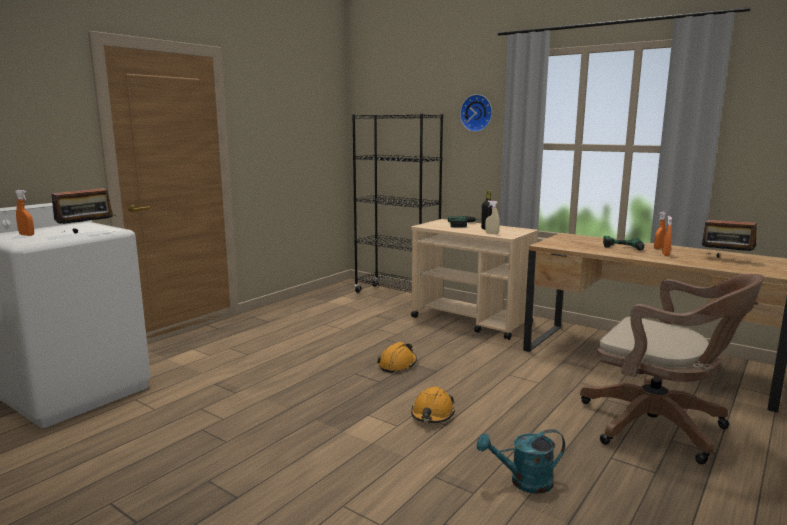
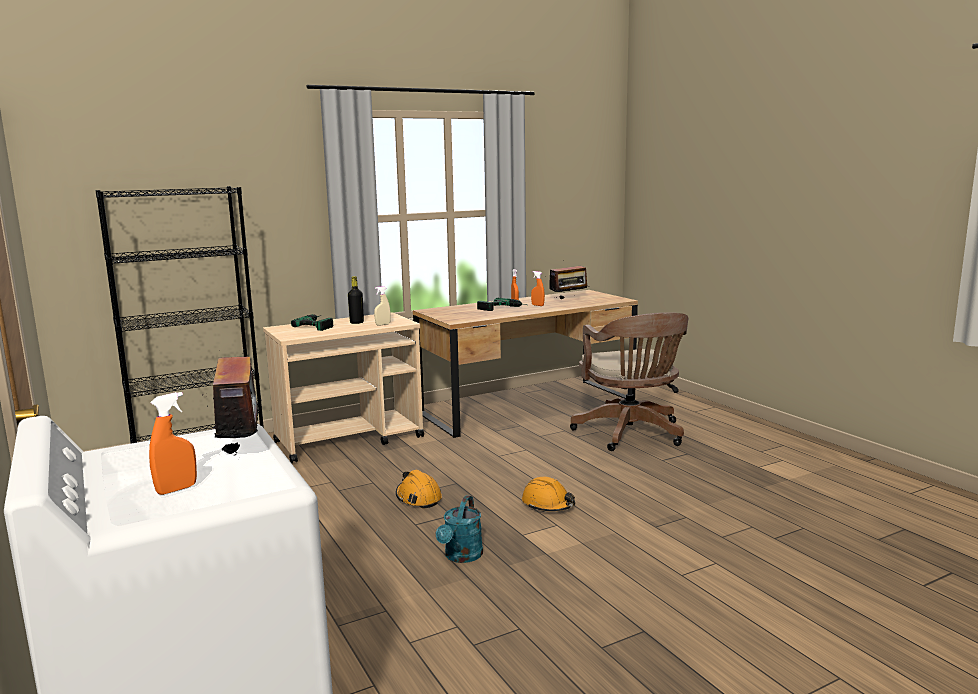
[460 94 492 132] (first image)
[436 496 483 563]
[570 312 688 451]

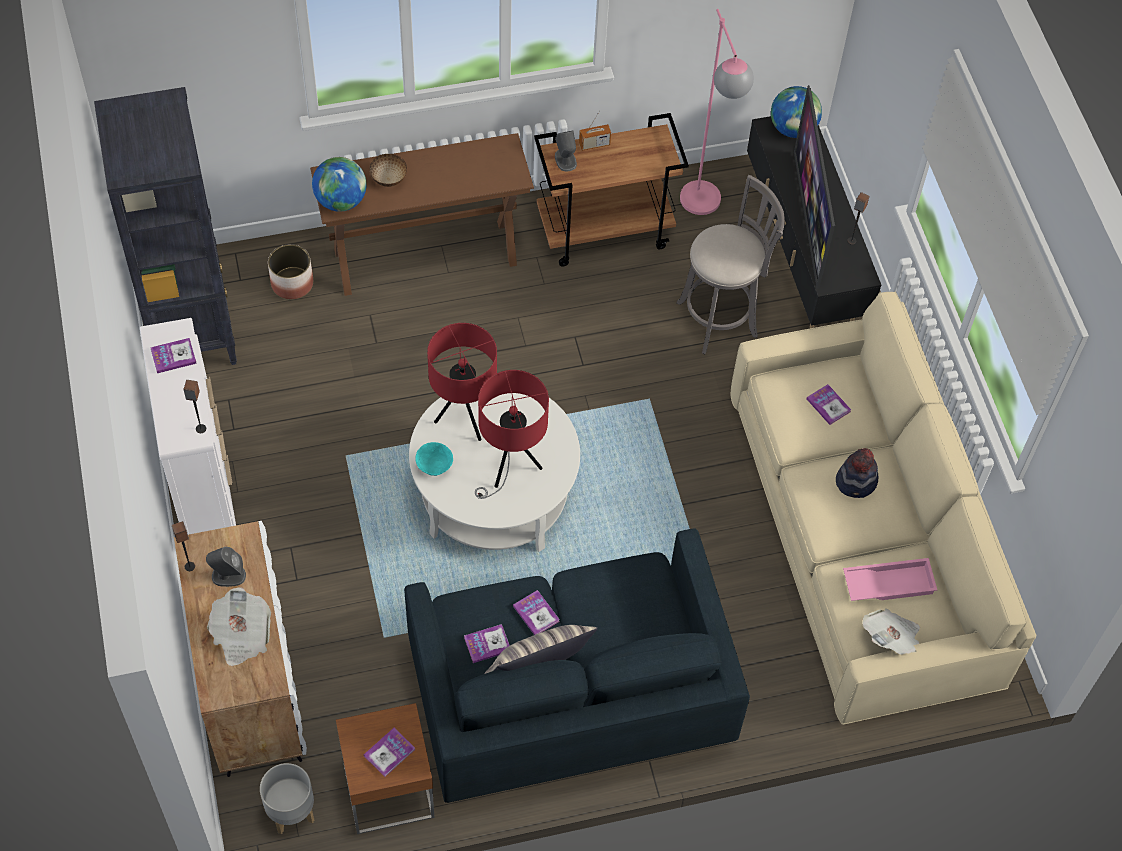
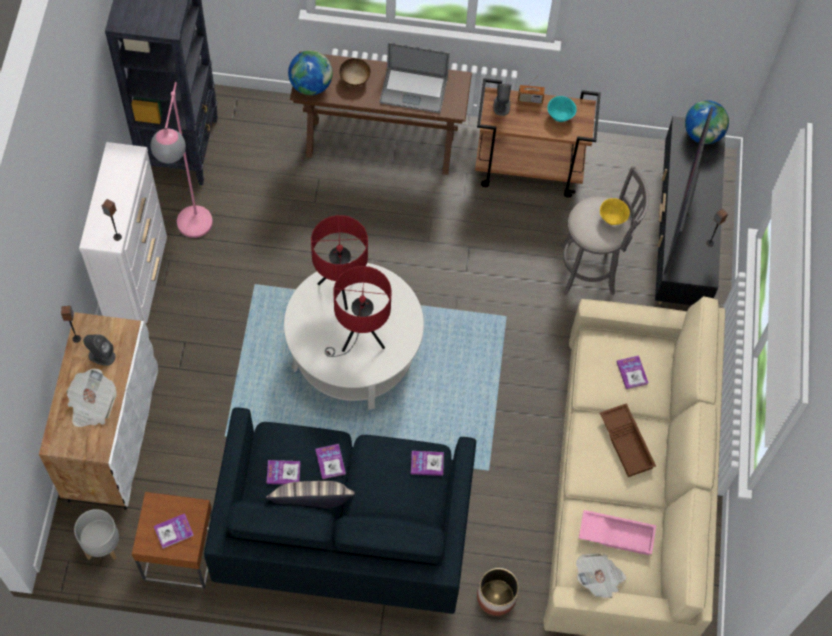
[380 42 450 113]
[600 198 630 225]
[411 451 444 476]
[477 568 519 616]
[547 96 577 122]
[150 82 213 238]
[600 403 656 477]

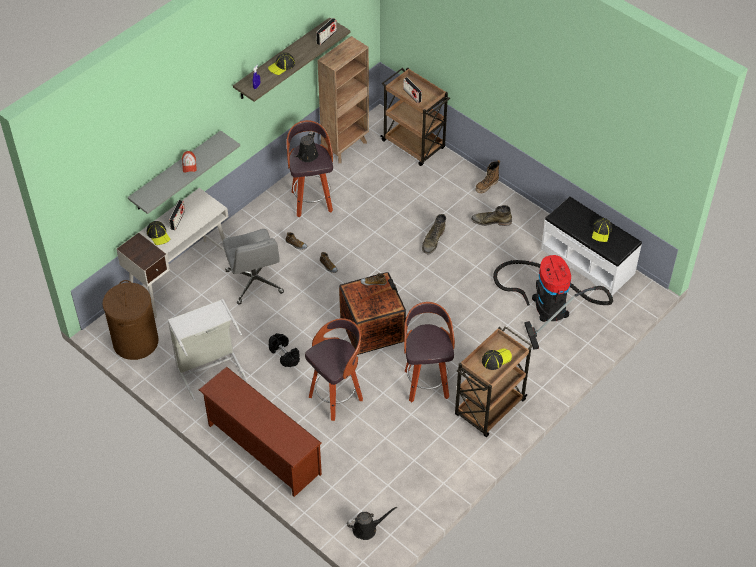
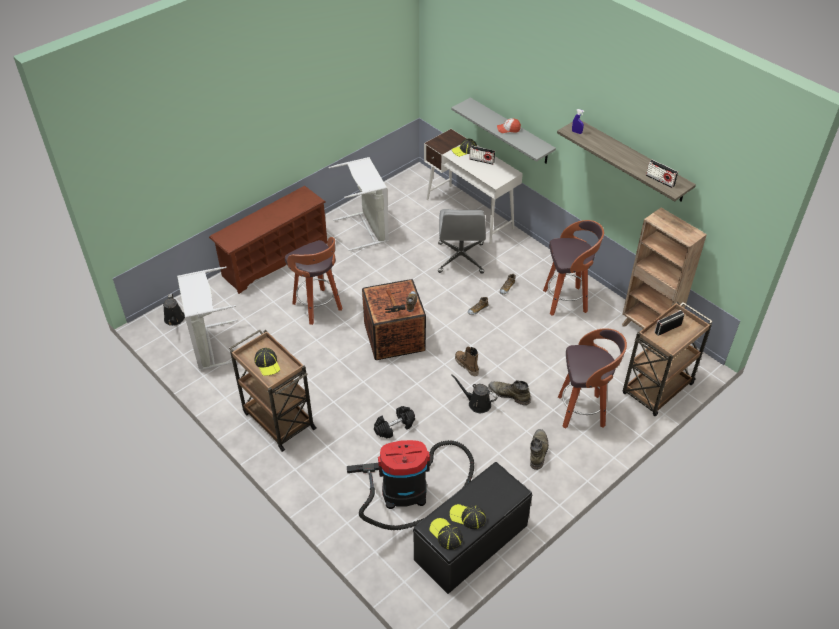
[102 280 159 360] (first image)
[177 266 238 371]
[430 518 463 550]
[374 406 415 439]
[451 375 497 413]
[558 328 627 429]
[455 346 479 376]
[413 462 532 594]
[438 209 485 274]

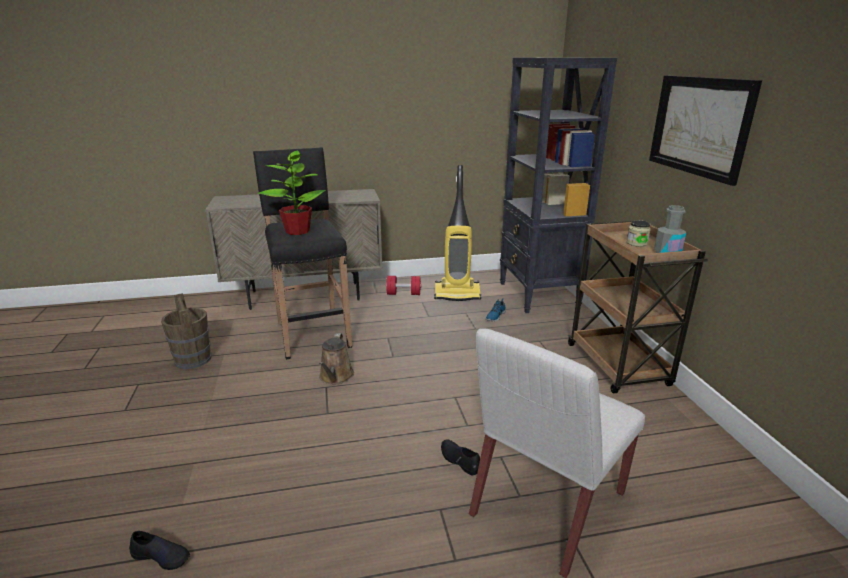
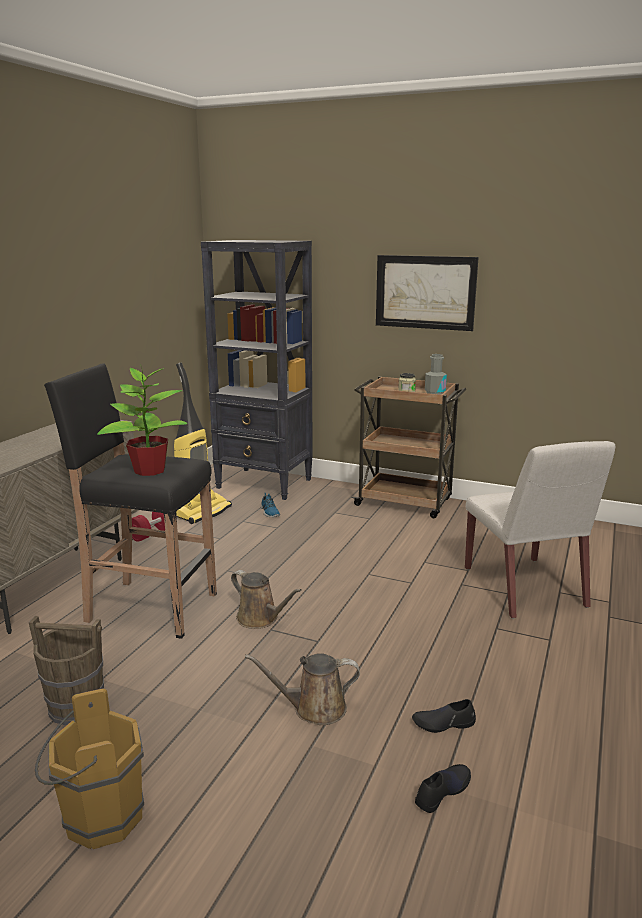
[35 689 144 849]
[245 653 360 725]
[412 699 476 733]

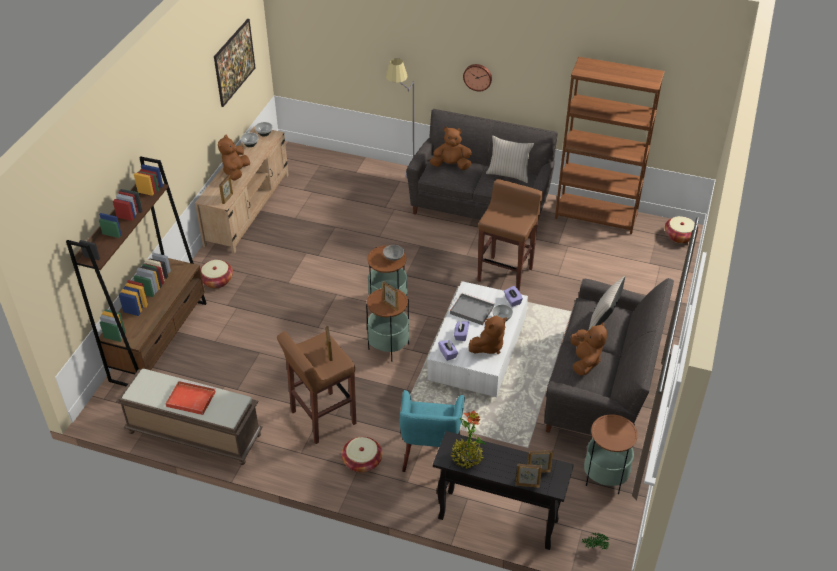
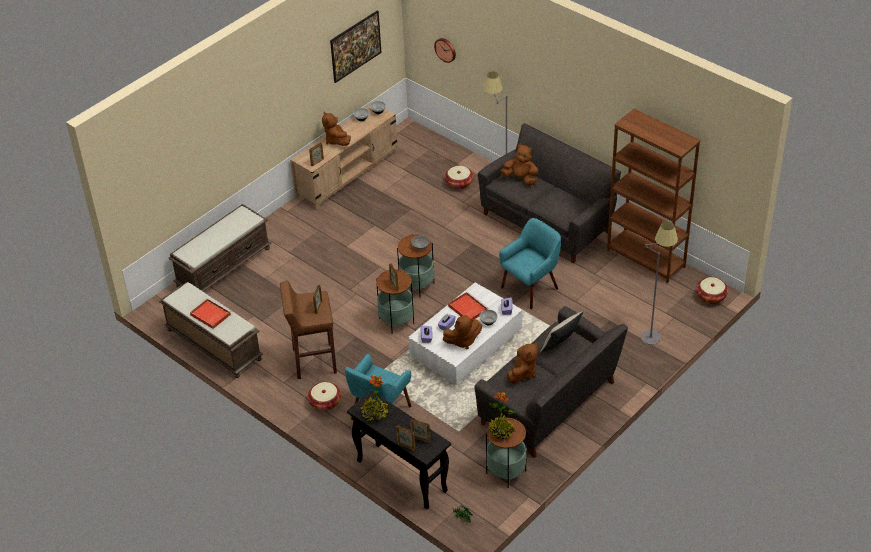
[486 135 534 183] (first image)
[488 392 517 439]
[641 221 678 345]
[445 166 474 190]
[434 38 456 63]
[169 204 271 292]
[499 218 561 309]
[448 292 488 319]
[322 111 351 146]

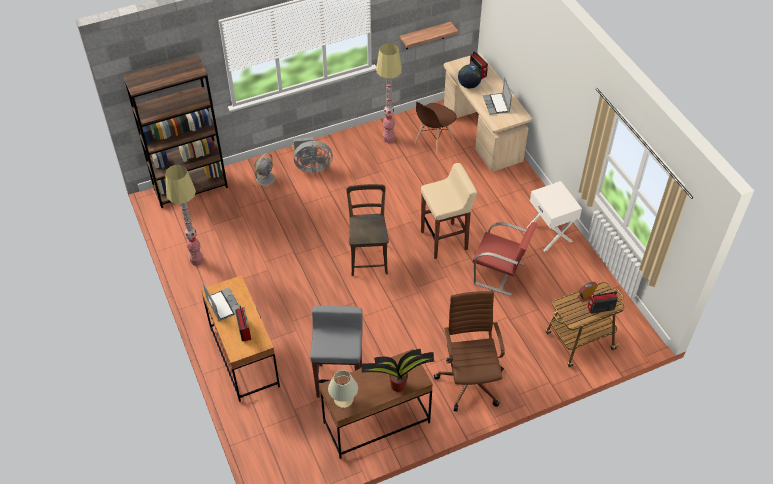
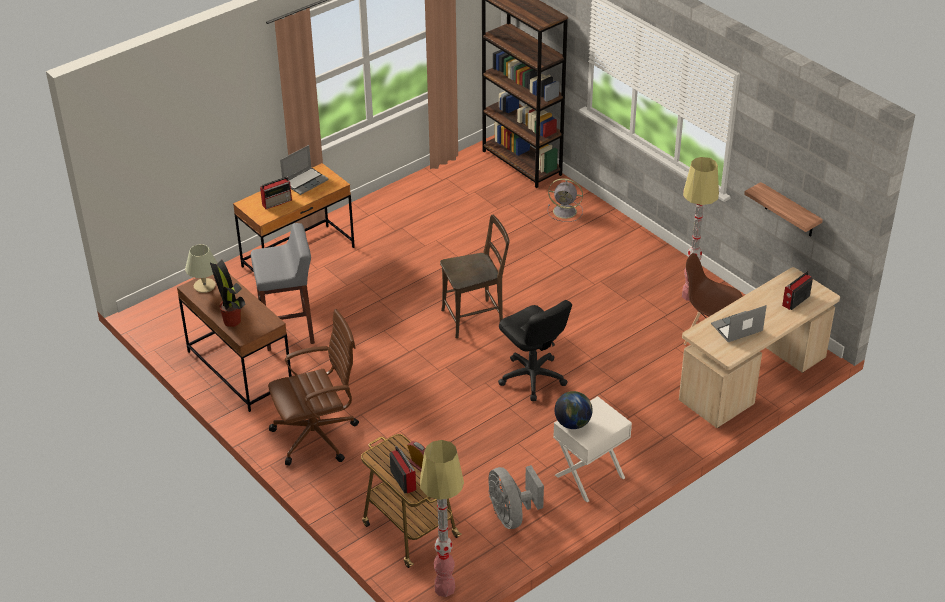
[473 222 538 296] (first image)
[420 440 464 597]
[489 465 544 529]
[555 391 593 429]
[498 300 572 401]

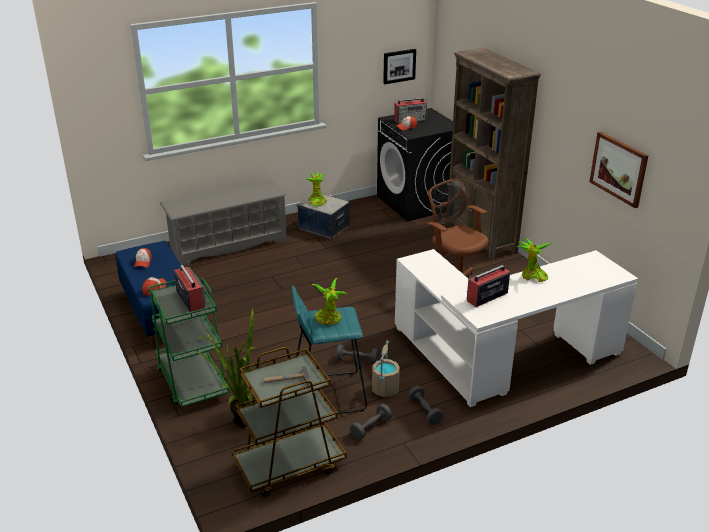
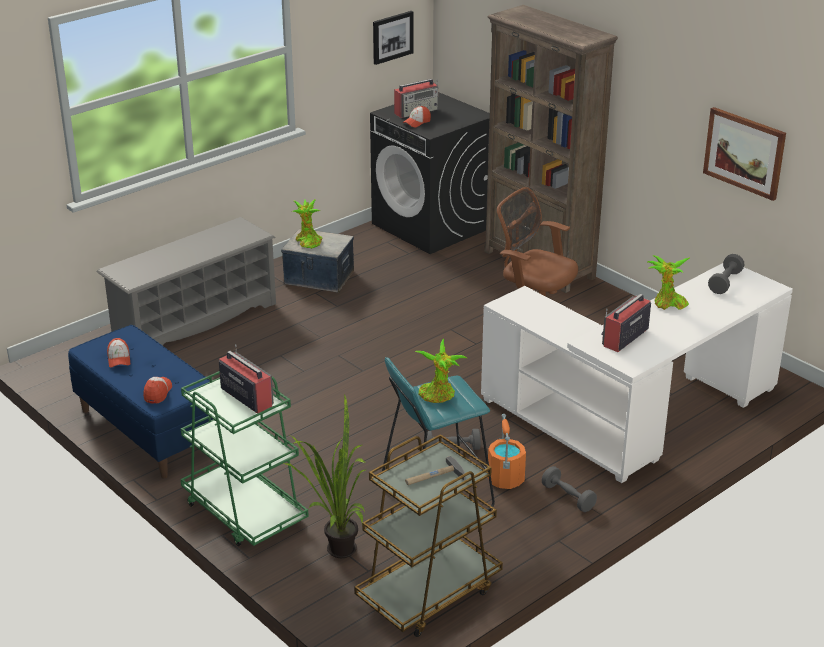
[708 254 745 294]
[487 414 526 489]

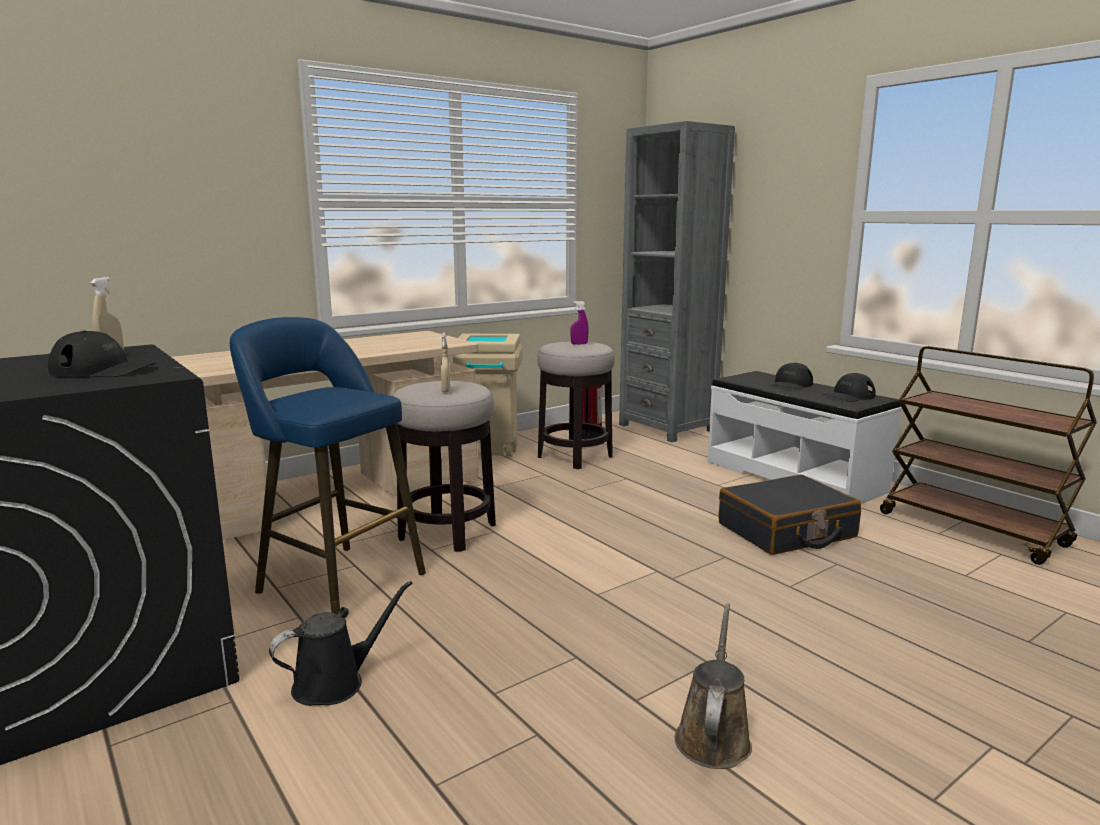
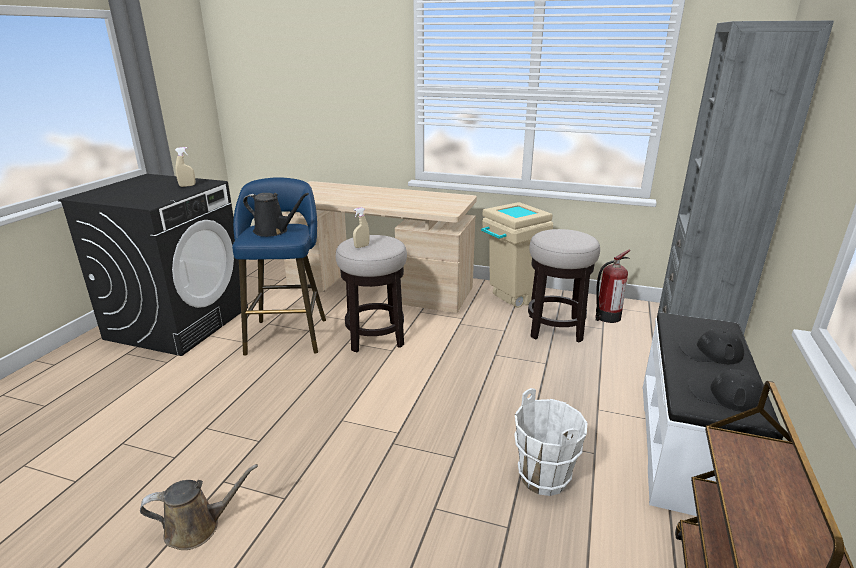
[48 331 156 377] (first image)
[570 301 589 345] (first image)
[243 193 309 237]
[514 388 587 496]

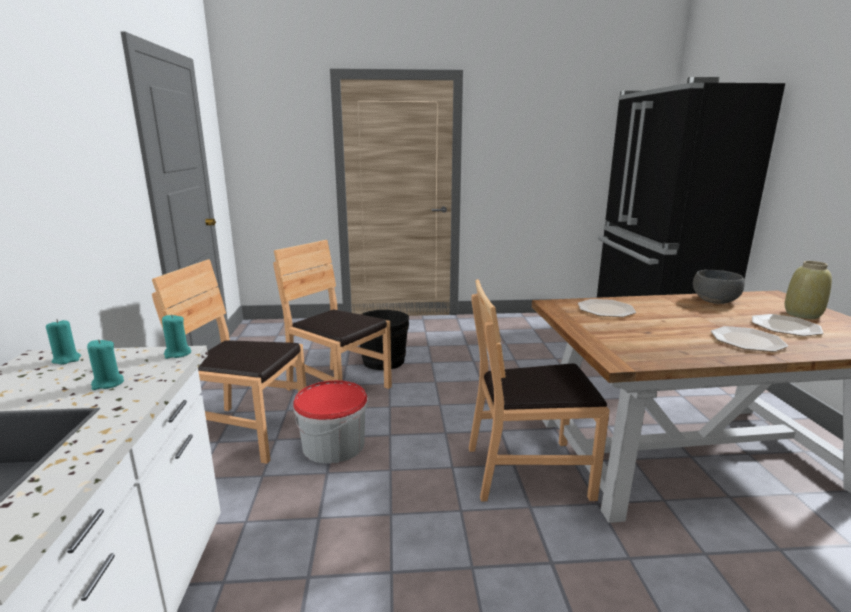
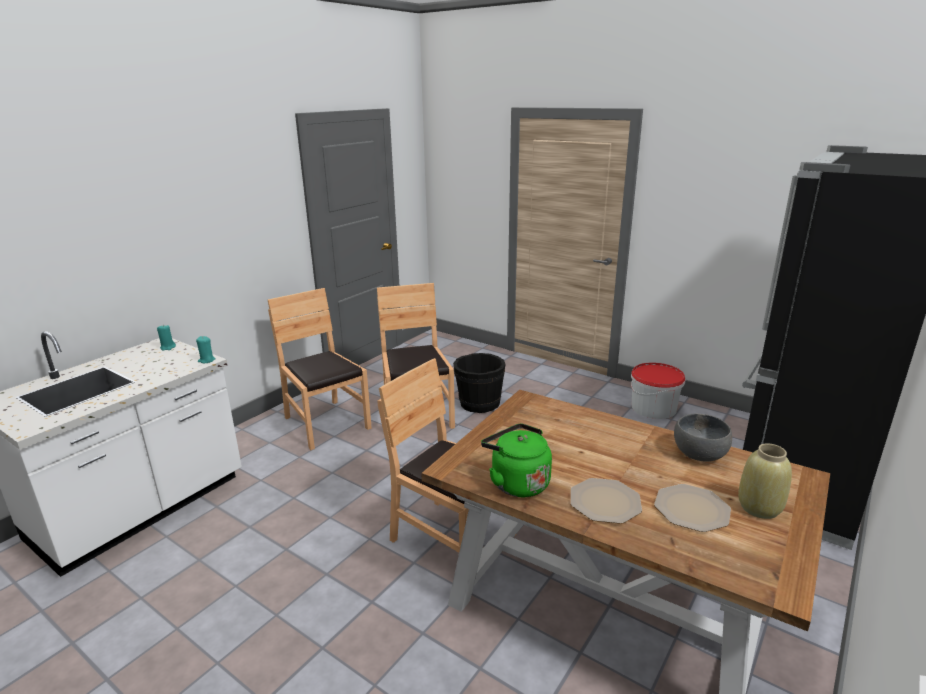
[87 339 124 390] (first image)
[578 299 636 317] (first image)
[481 424 552 497]
[631 363 685 419]

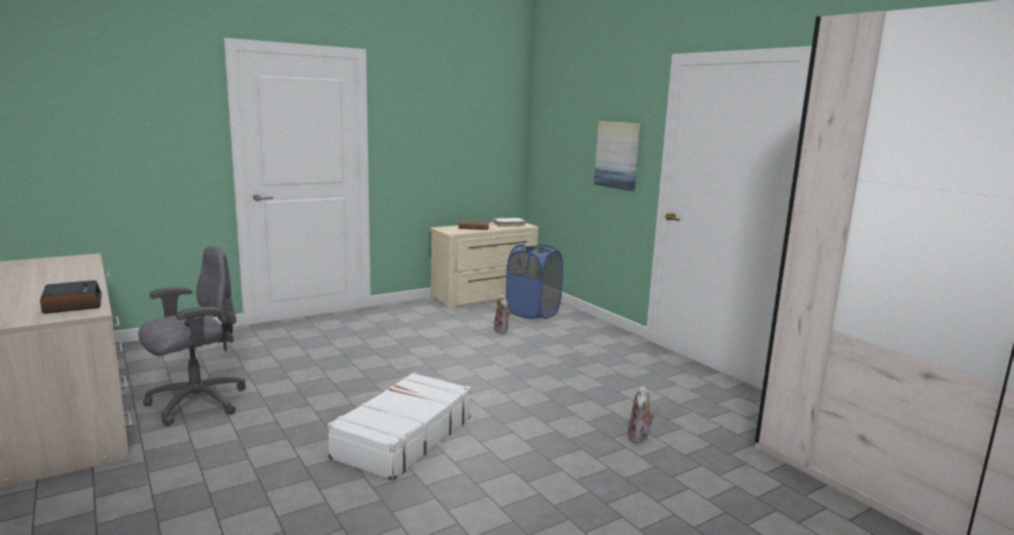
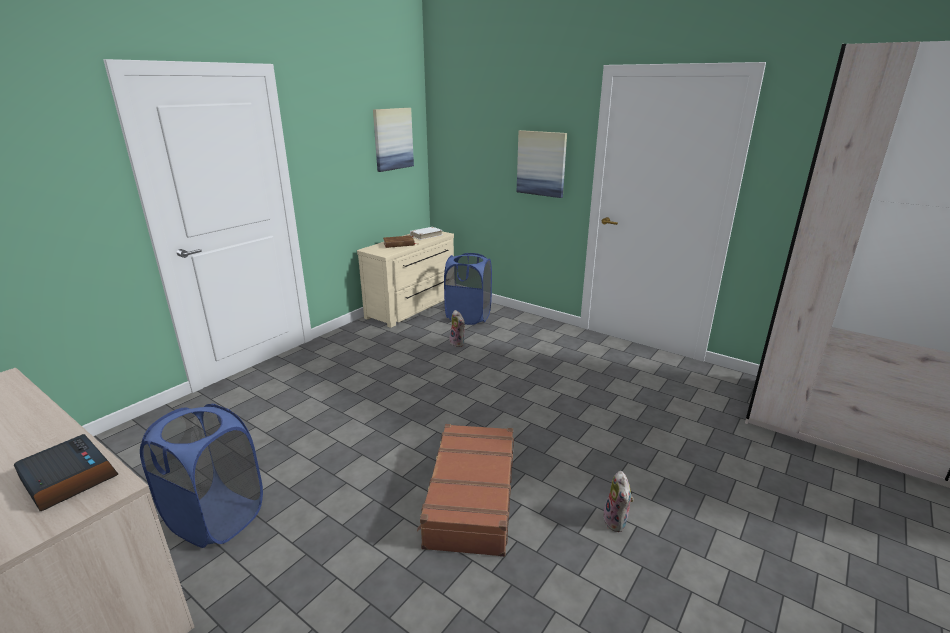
[373 108 414 172]
[603 471 634 532]
[140 404 263 548]
[417 424 514 557]

